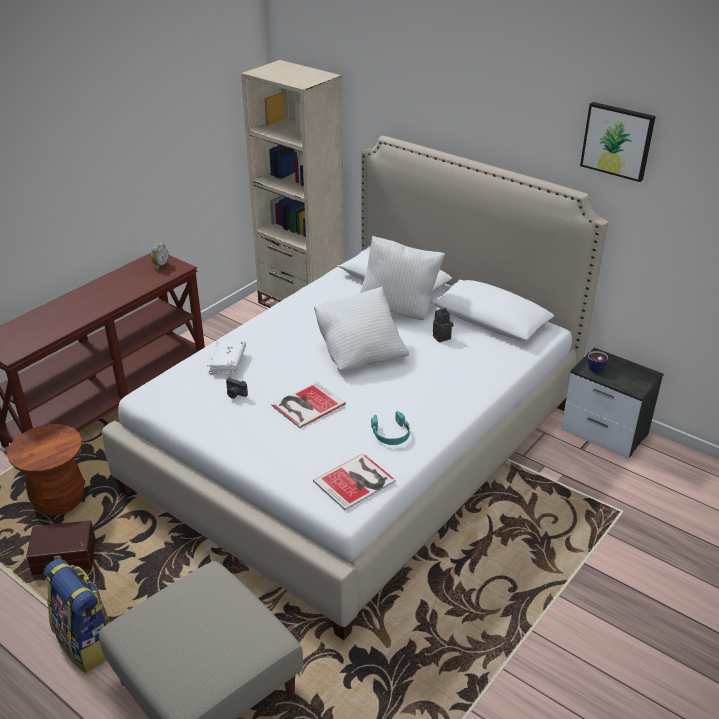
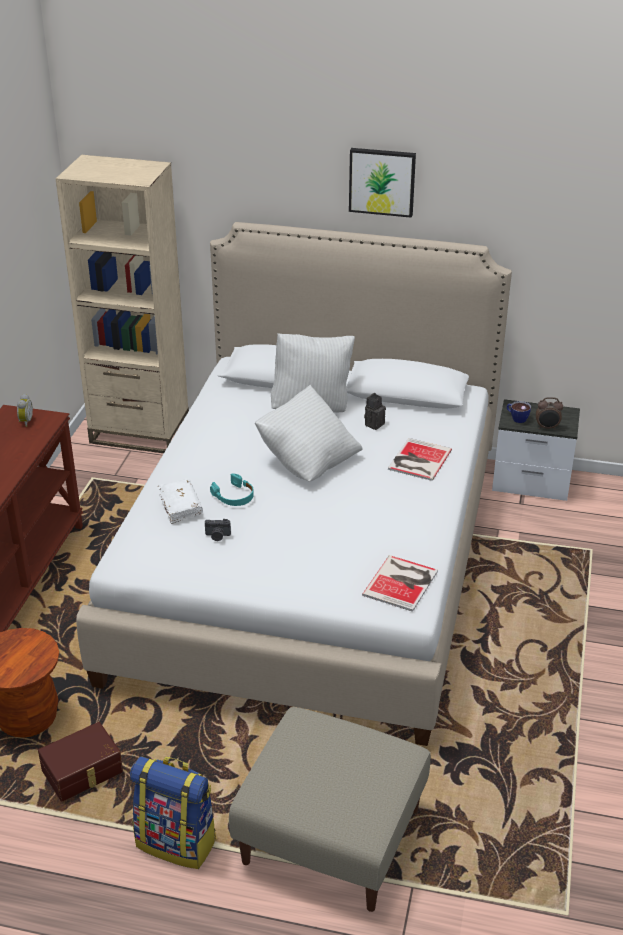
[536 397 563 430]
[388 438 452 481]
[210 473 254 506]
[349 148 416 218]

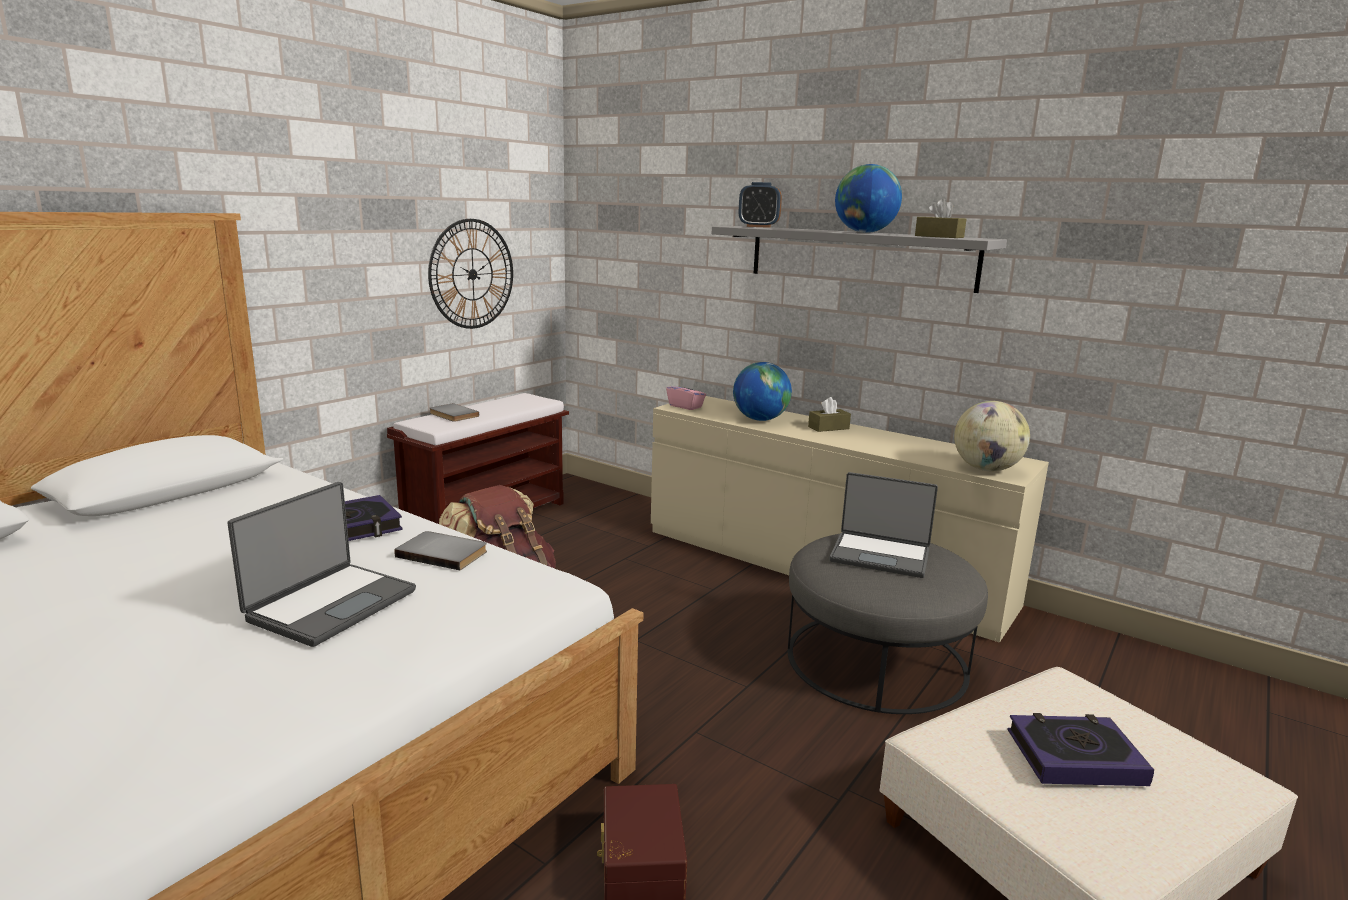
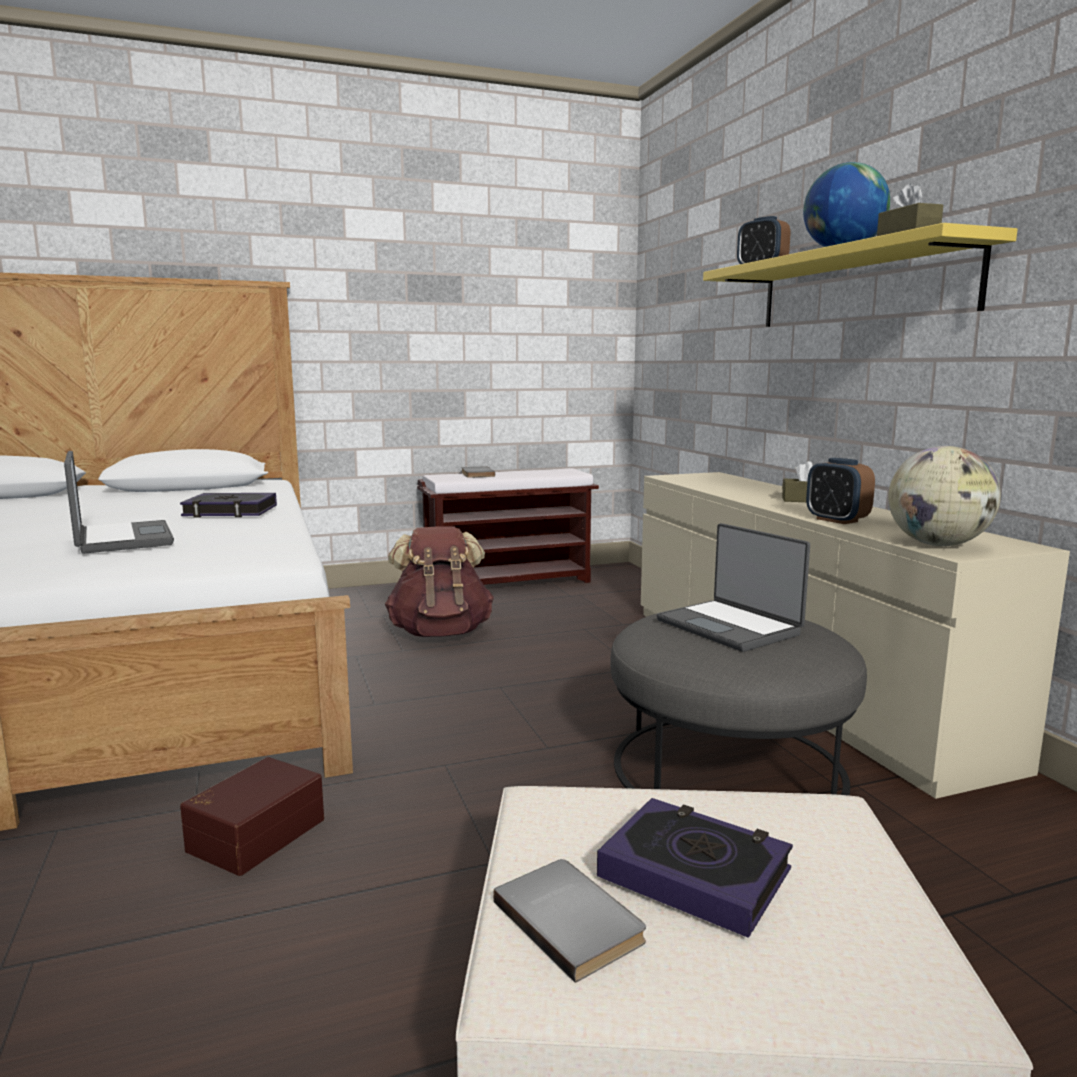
[428 219 513 329] (first image)
[666 378 706 410] (first image)
[733 362 792 421] (first image)
[806 458 875 524]
[493 859 646 983]
[703 223 1018 327]
[64 451 174 553]

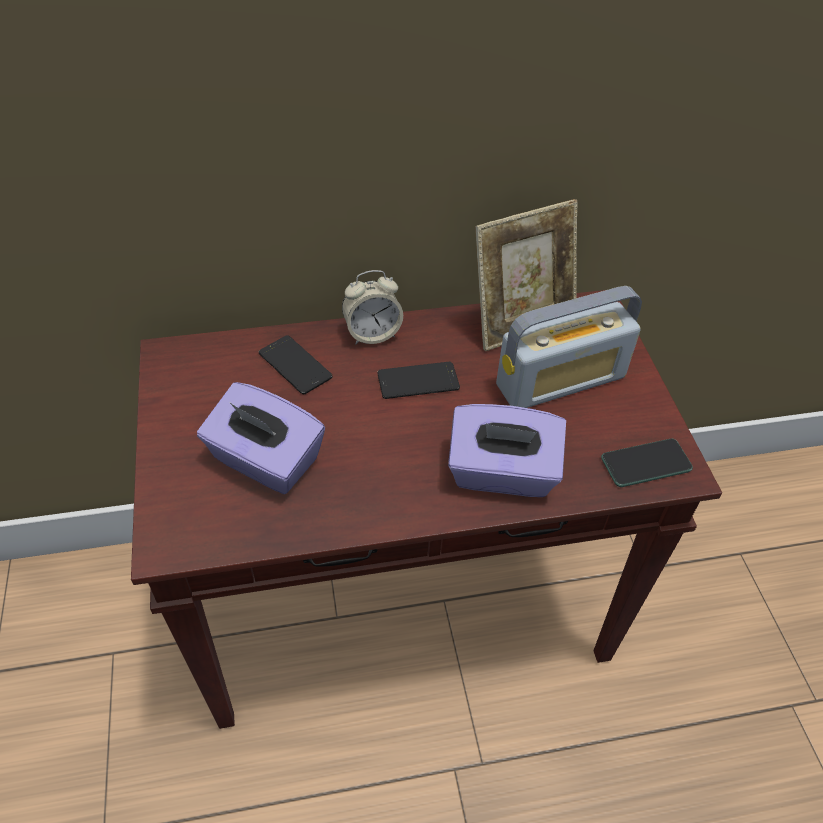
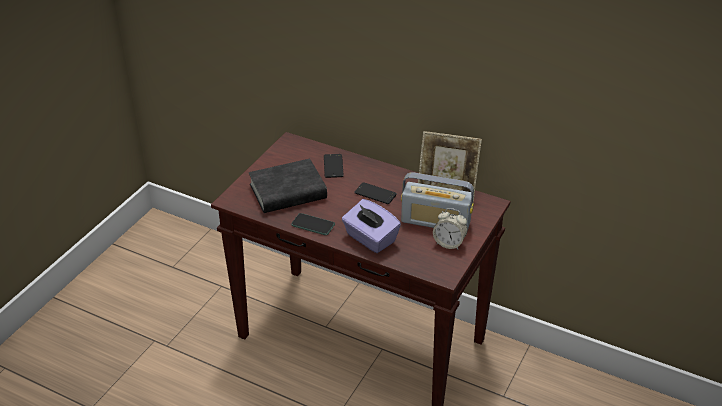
[433 208 467 249]
[291 213 335 235]
[249 159 327 213]

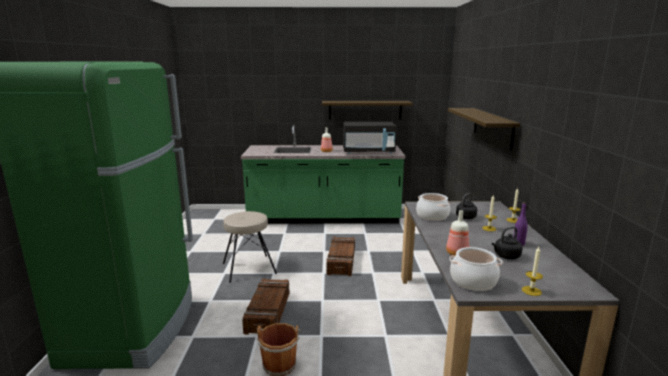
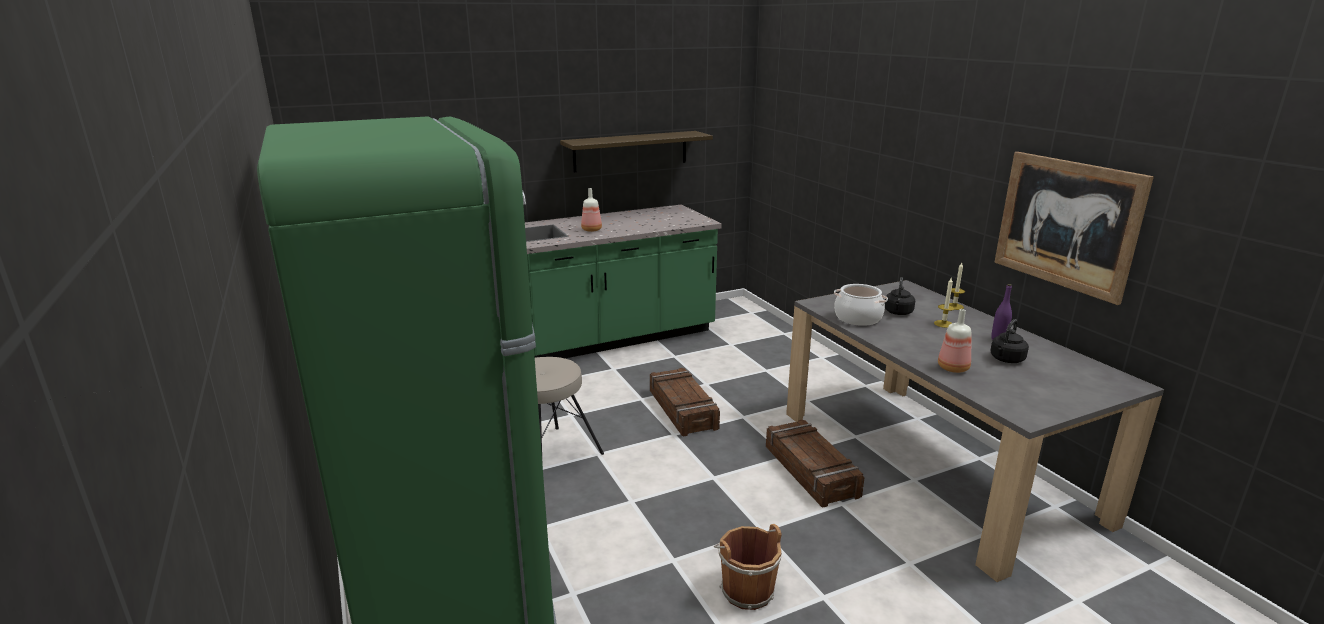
[343 121 397 154] (first image)
[448 108 520 151] (first image)
[449 247 503 291] (first image)
[522 247 543 296] (first image)
[994 152 1154 305]
[766 419 865 507]

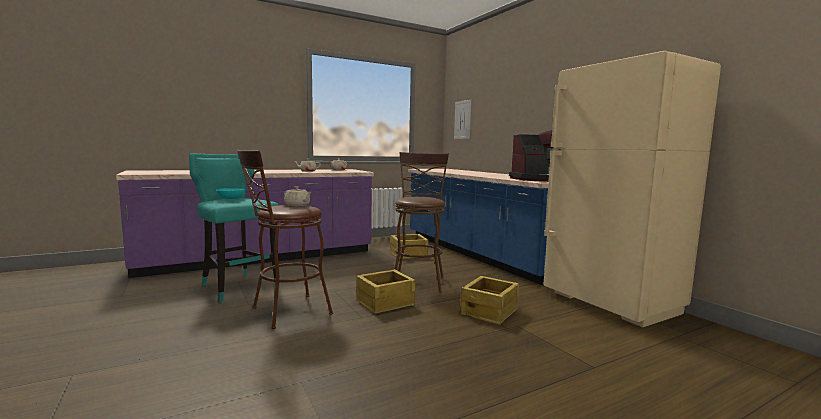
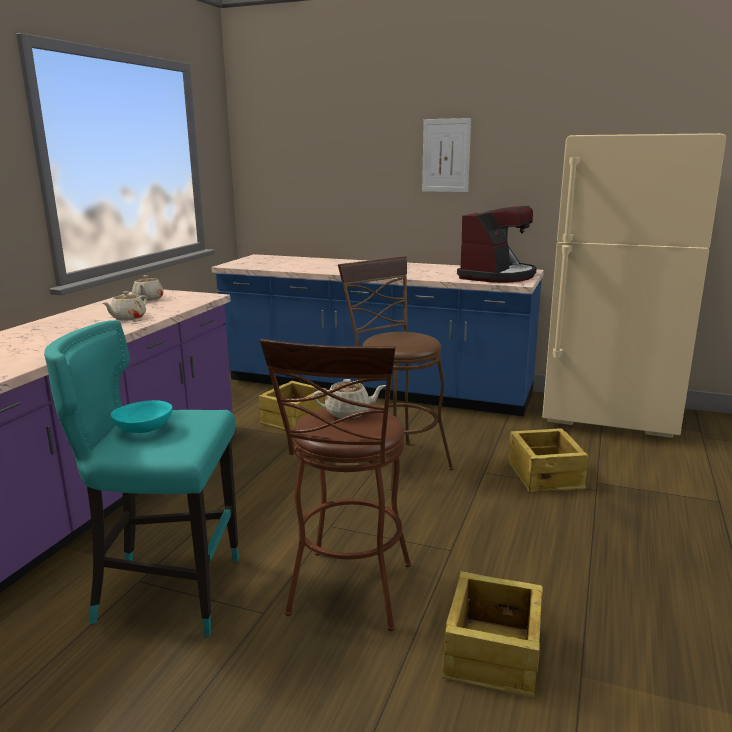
[443 571 543 698]
[422 118 471 192]

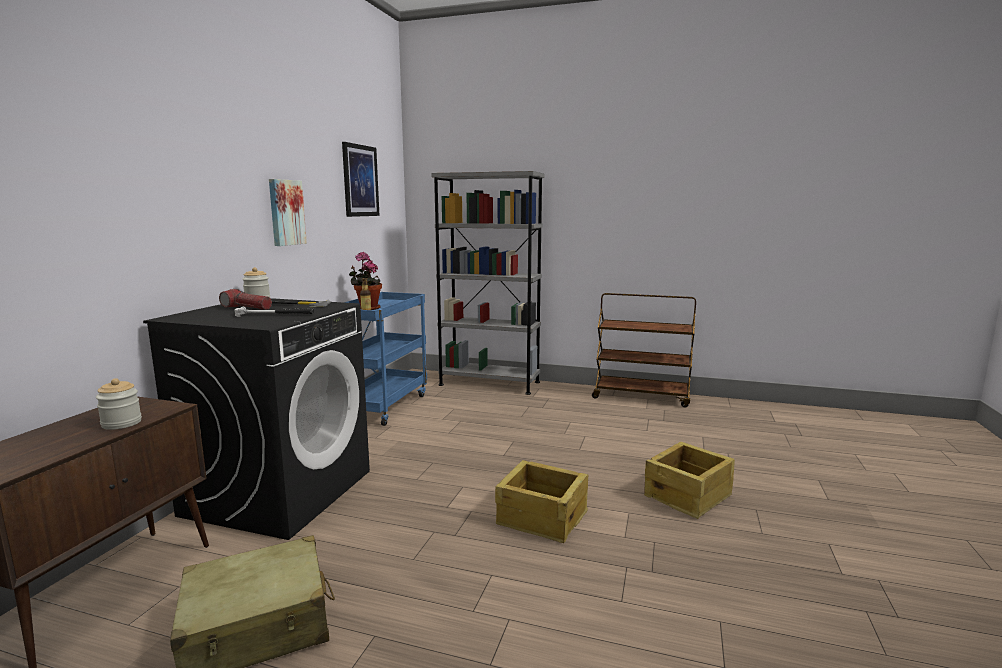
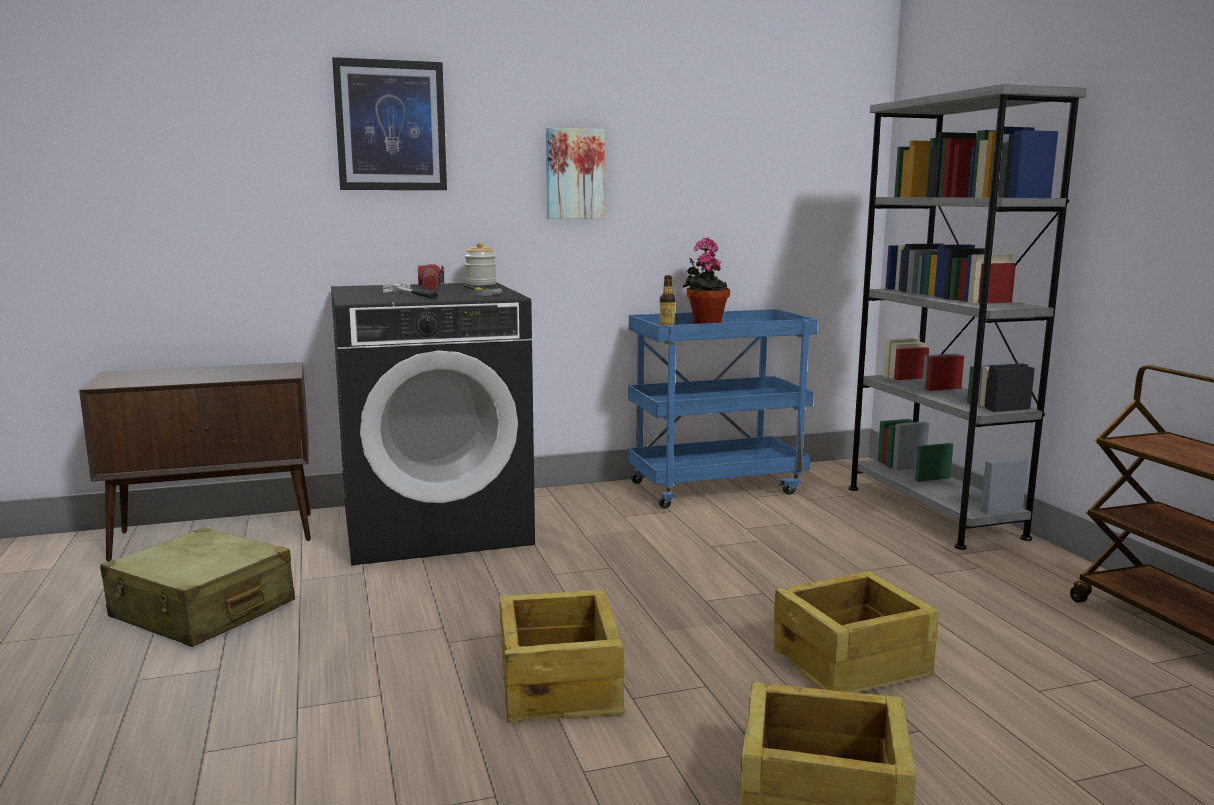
[96 378 142 430] (first image)
[774 571 939 693]
[332 57 447 190]

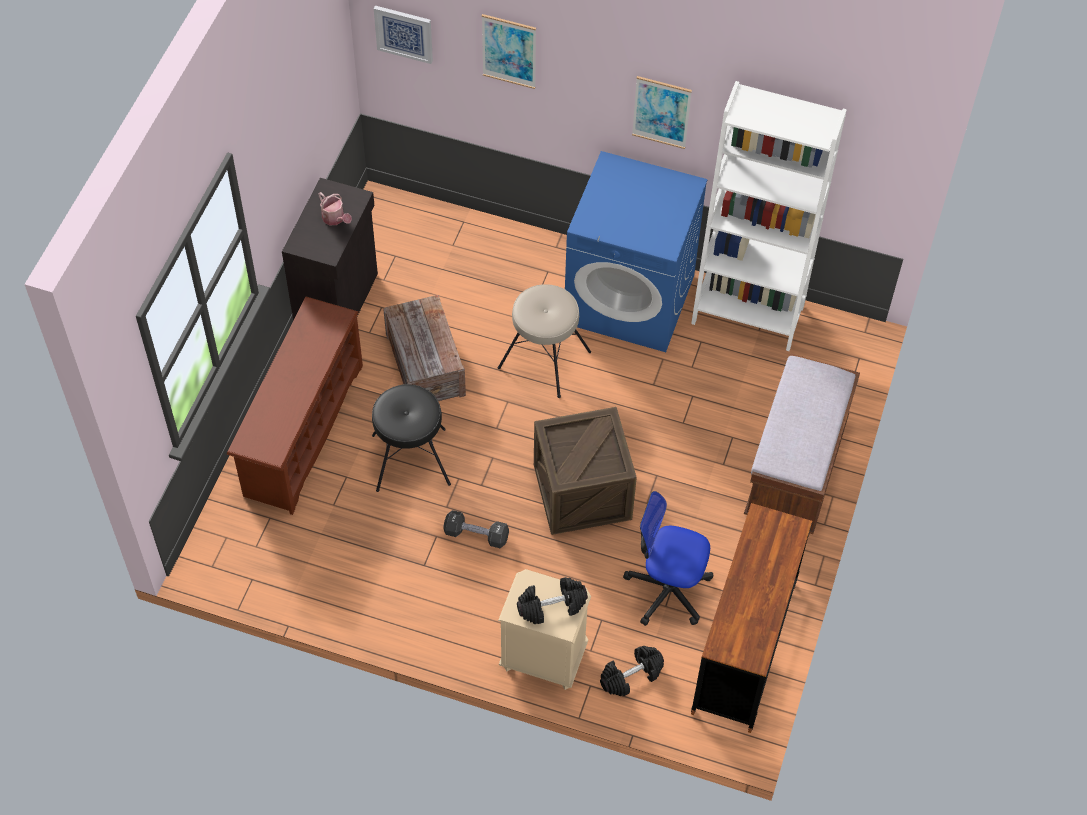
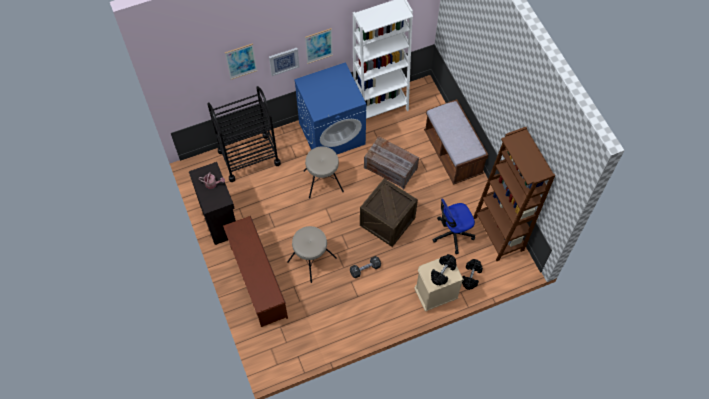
[207 86 281 182]
[269 48 299 76]
[364 136 419 189]
[473 127 555 261]
[287 226 337 283]

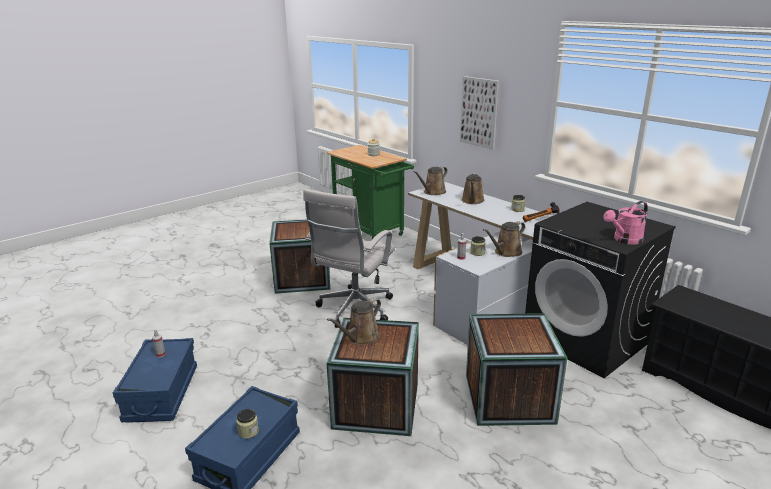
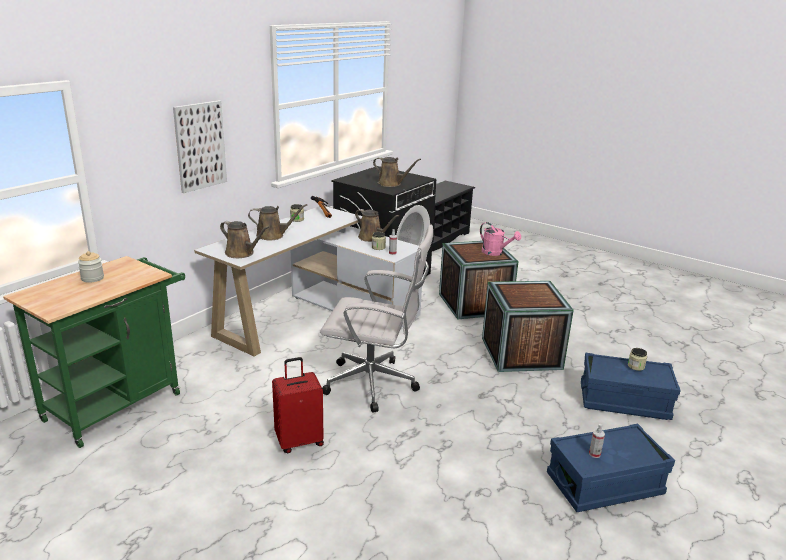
[373 157 421 187]
[480 222 521 256]
[272 357 324 453]

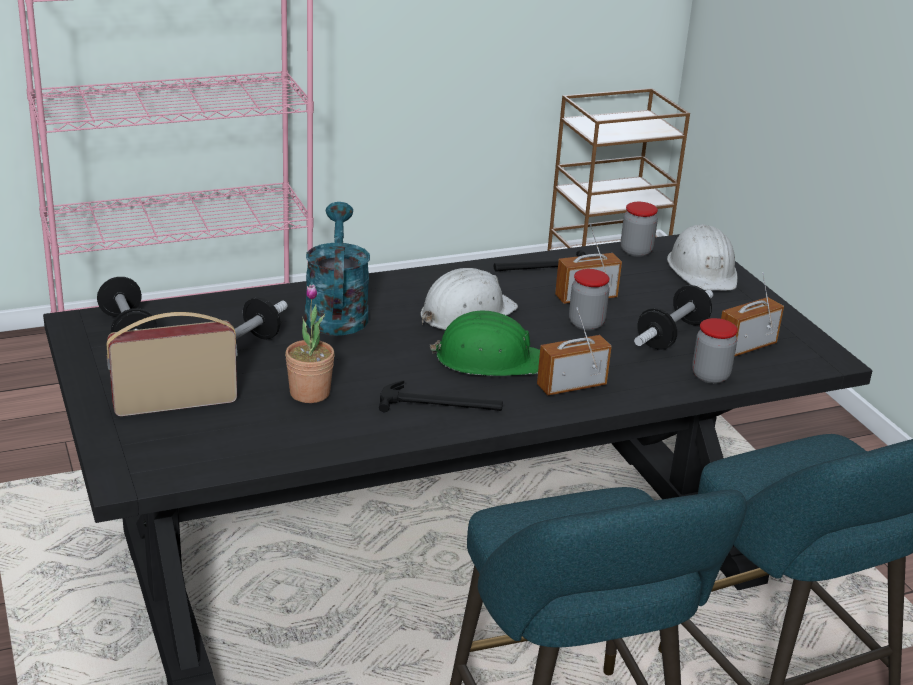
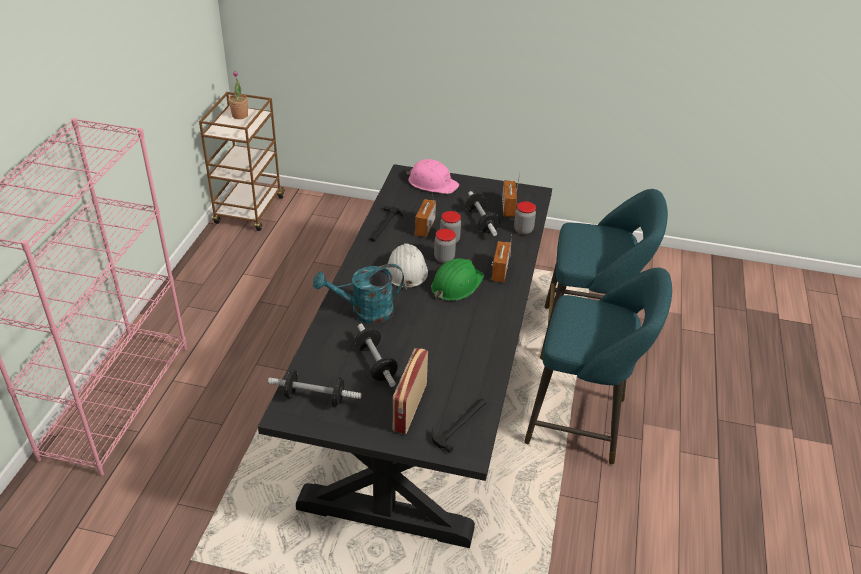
[228 71 248 119]
[432 398 486 453]
[434 229 456 263]
[407 159 459 194]
[313 264 404 324]

